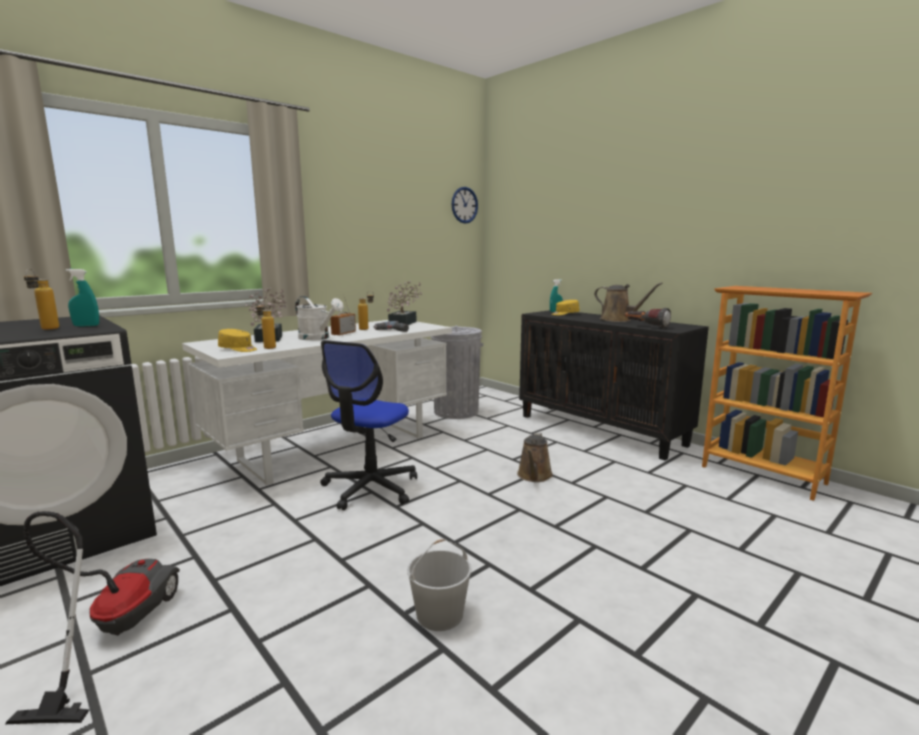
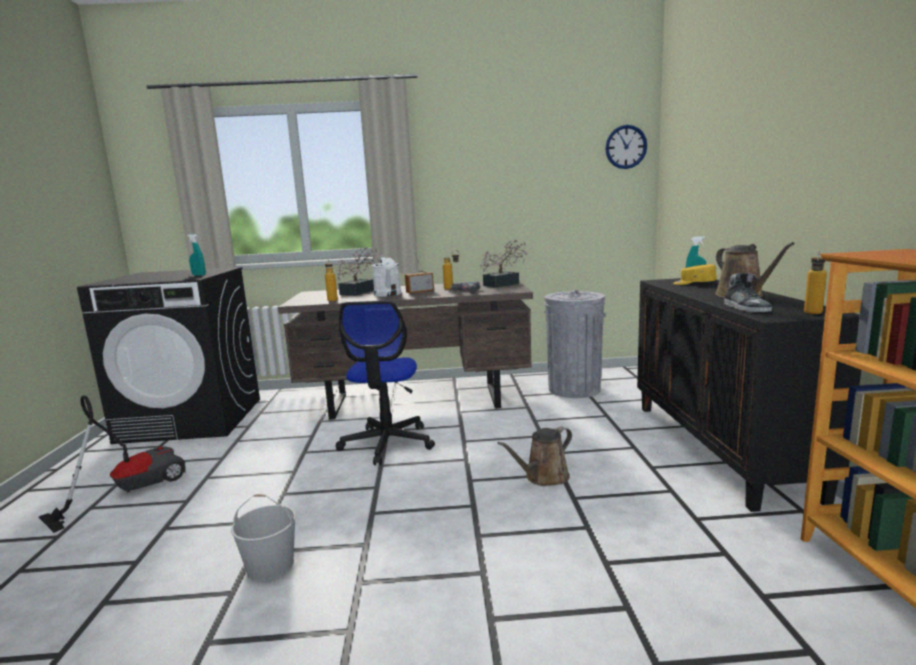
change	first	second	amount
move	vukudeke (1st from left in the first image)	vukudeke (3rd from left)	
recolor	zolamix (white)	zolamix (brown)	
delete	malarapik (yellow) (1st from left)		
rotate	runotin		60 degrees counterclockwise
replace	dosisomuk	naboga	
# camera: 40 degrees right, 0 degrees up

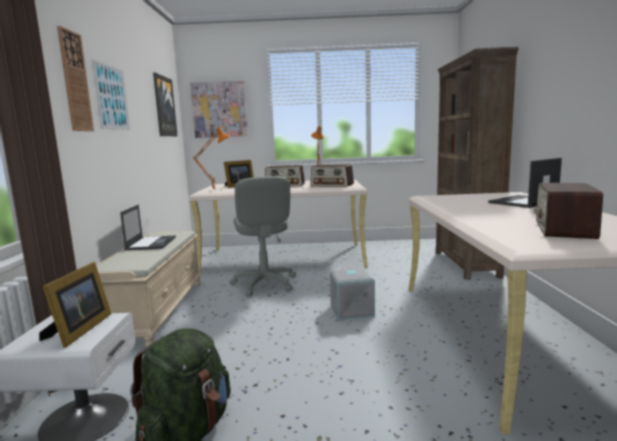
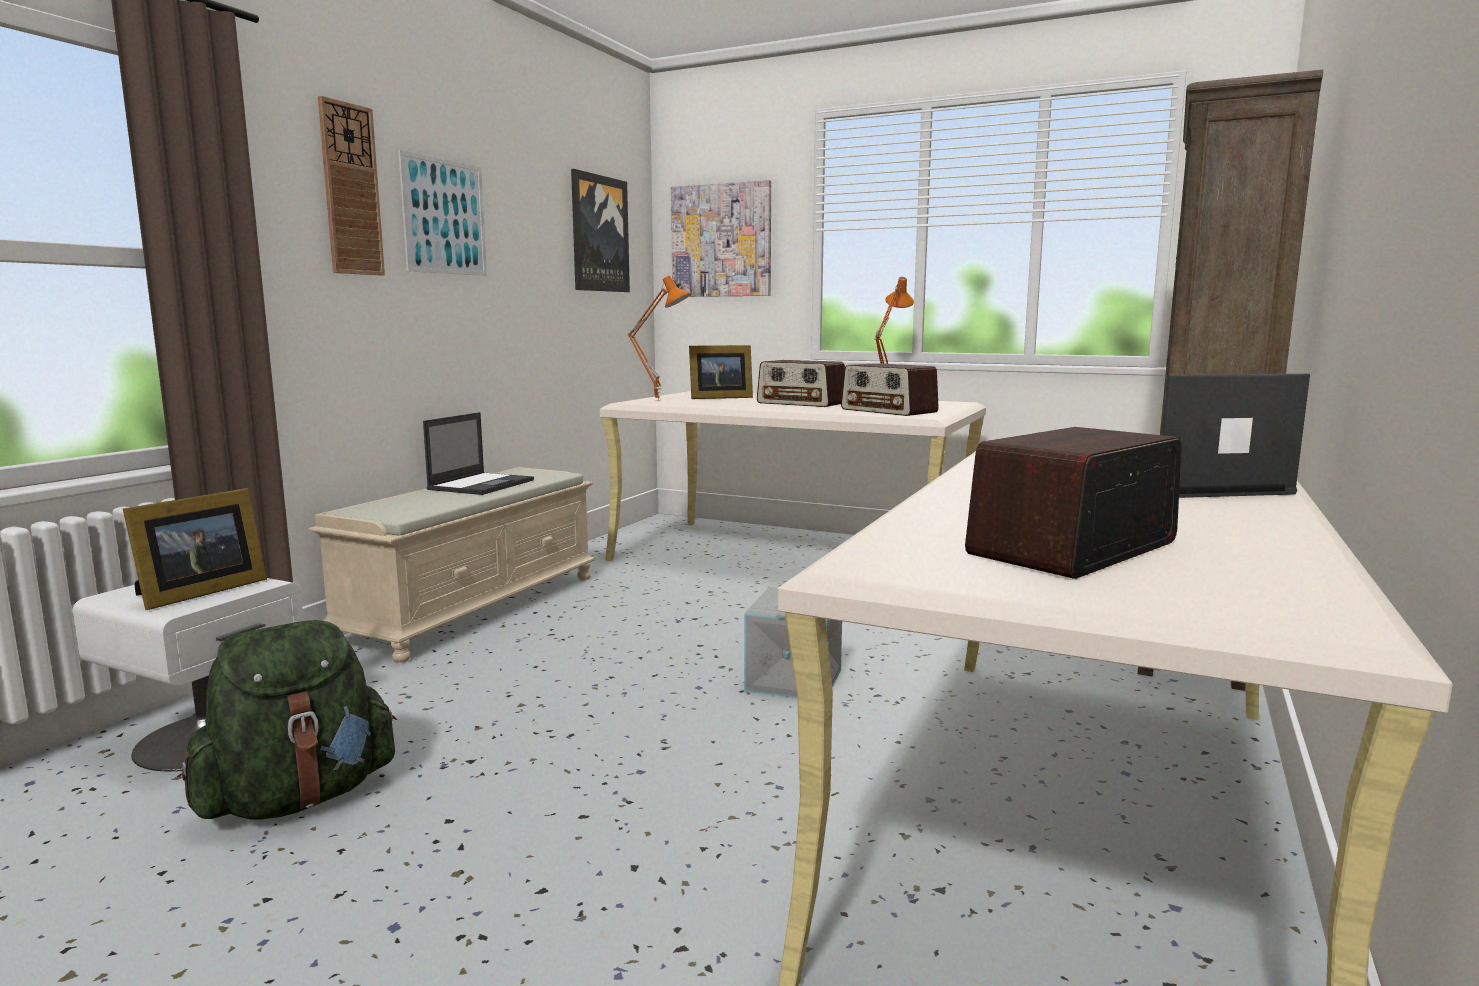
change	first	second	amount
delete	runotin (grey)		
# camera: 25 degrees right, 0 degrees up

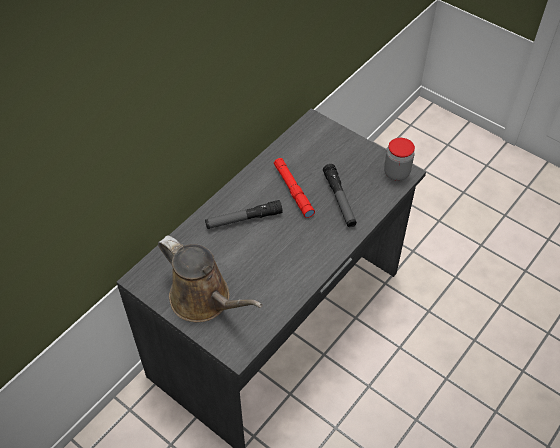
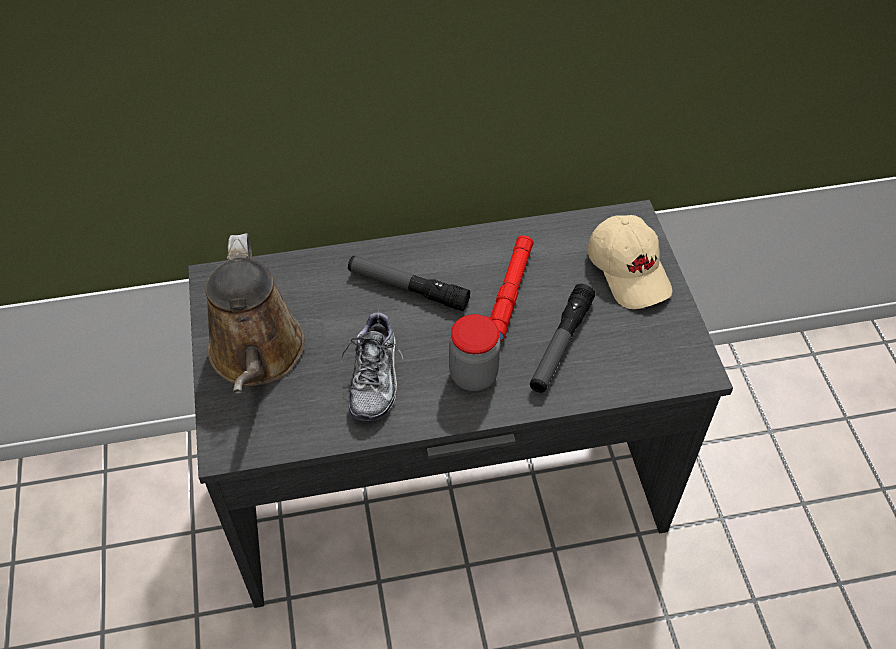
change	first	second	amount
move	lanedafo		
insert		naboga	
insert		malarapik (beige)	
# camera: 40 degrees right, 0 degrees up

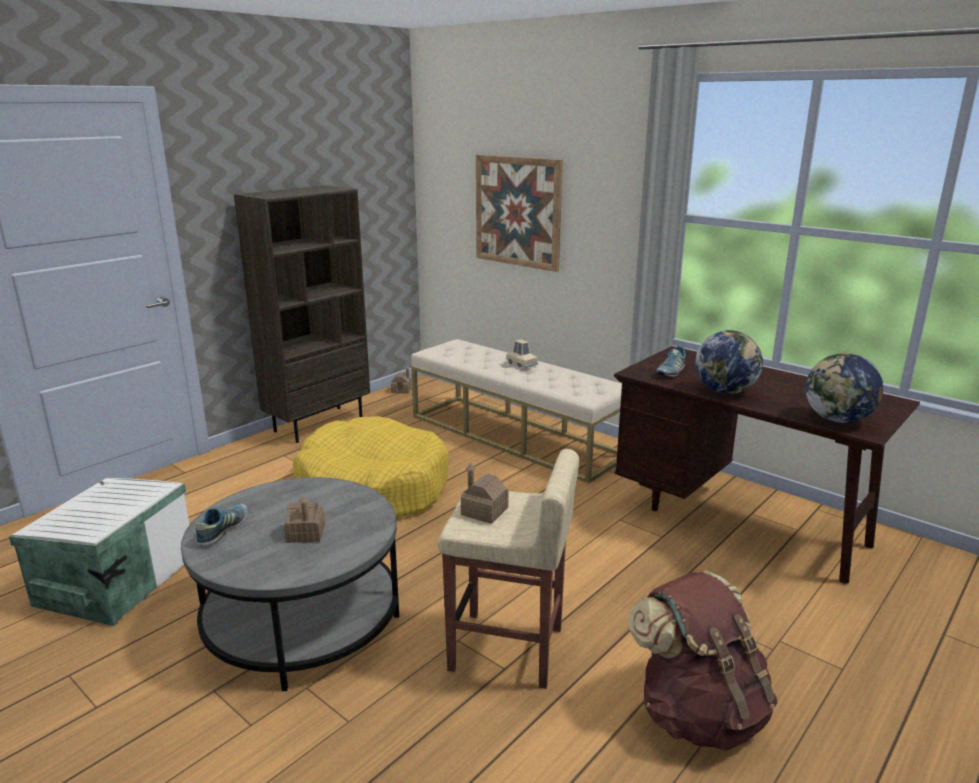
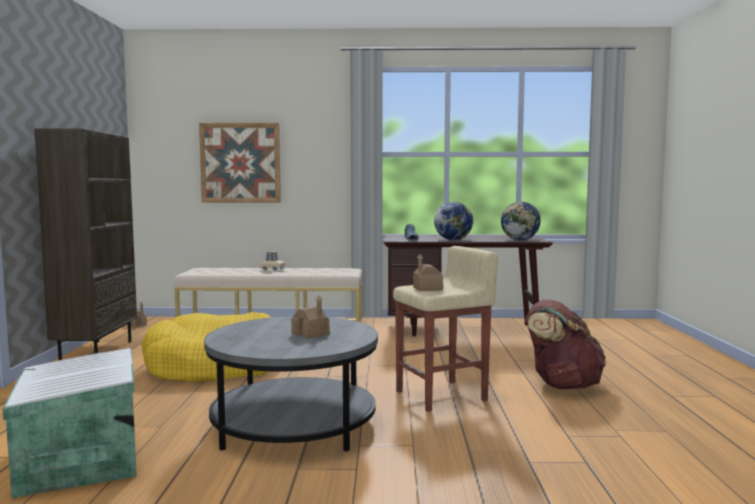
change	first	second	amount
delete	naboga (1st from left)		
# camera: 40 degrees left, 15 degrees down

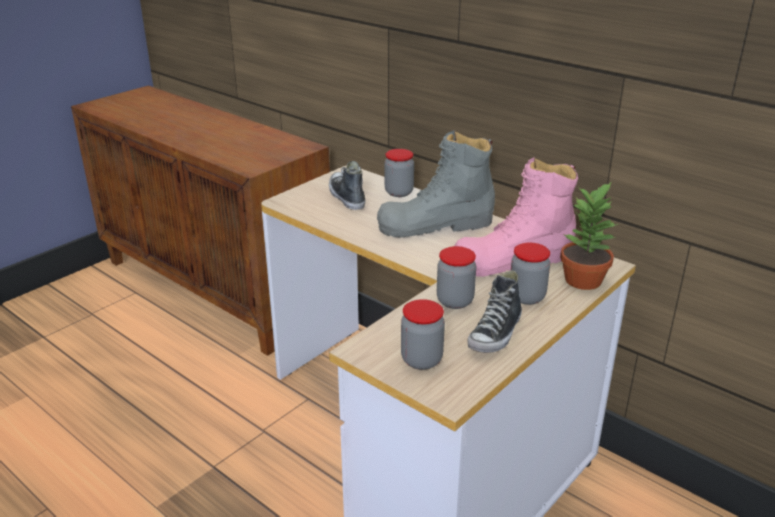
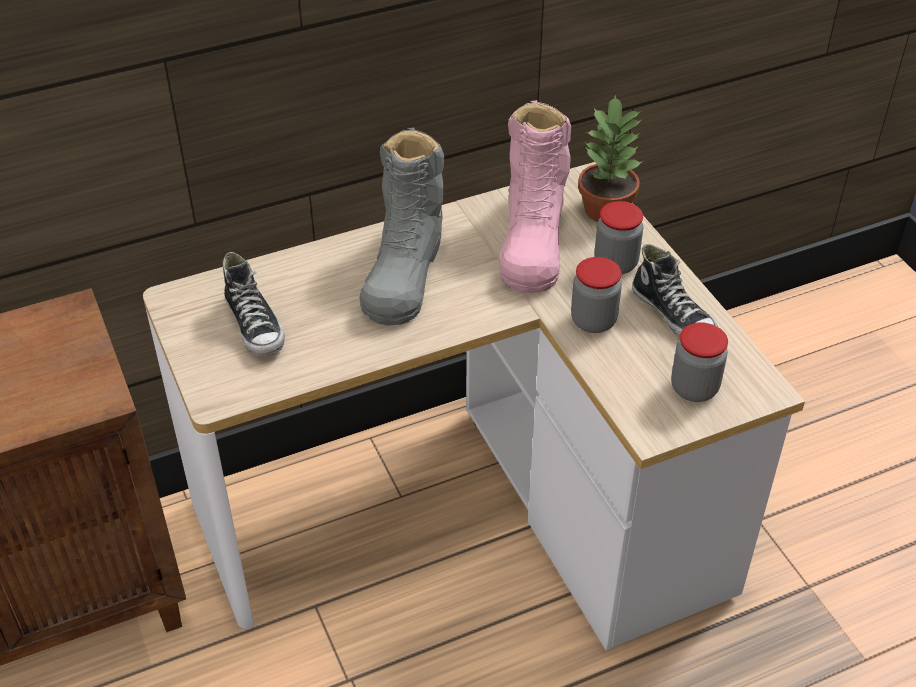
change	first	second	amount
rotate	naboga (1st from left)		120 degrees counterclockwise
delete	lanedafo (1st from left)		
# camera: 65 degrees left, 15 degrees up

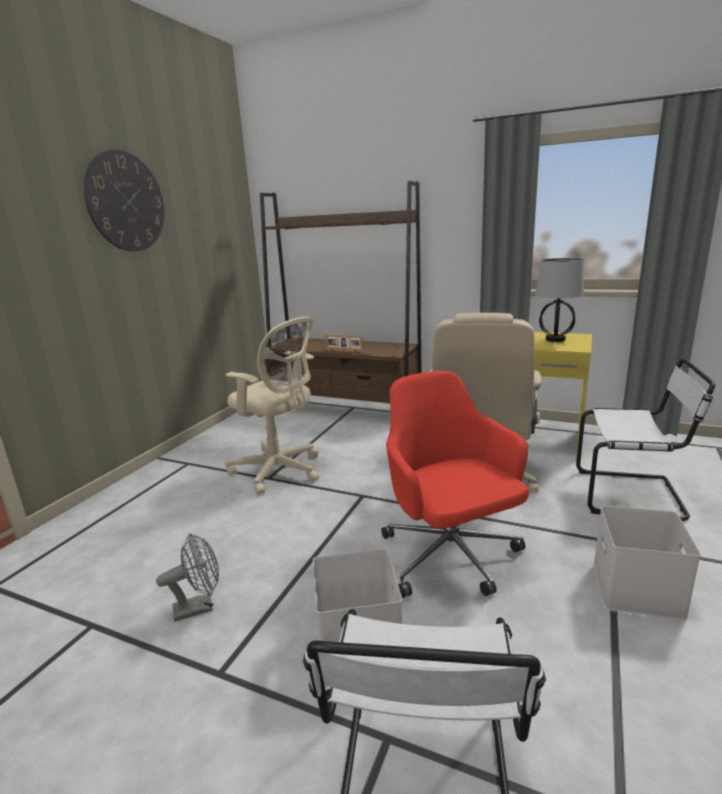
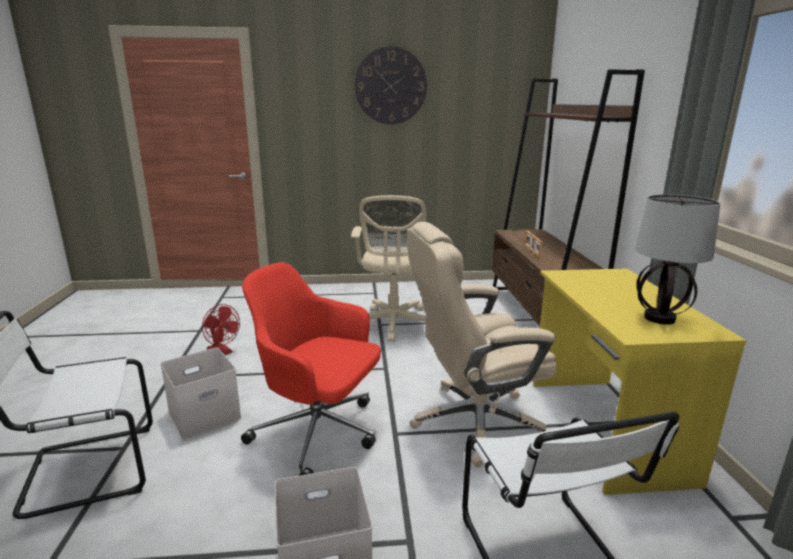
change	first	second	amount
recolor	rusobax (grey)	rusobax (red)	
rotate	runotin (red)		105 degrees counterclockwise
# camera: 60 degrees right, 0 degrees up

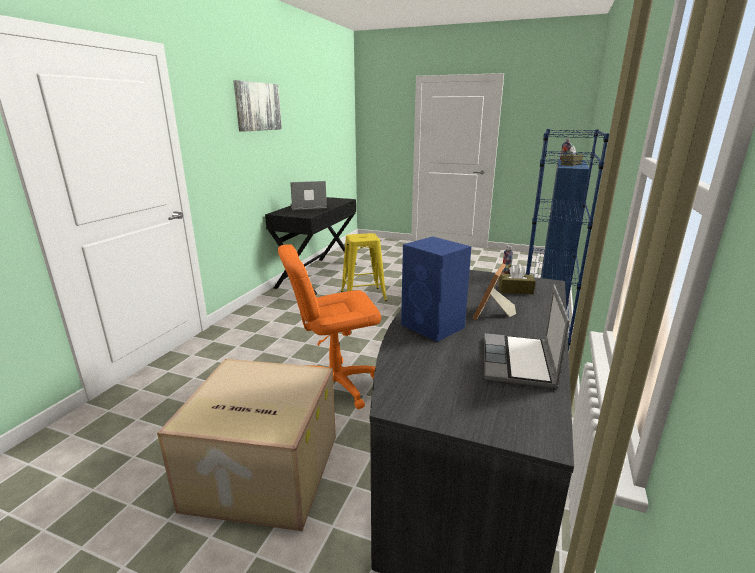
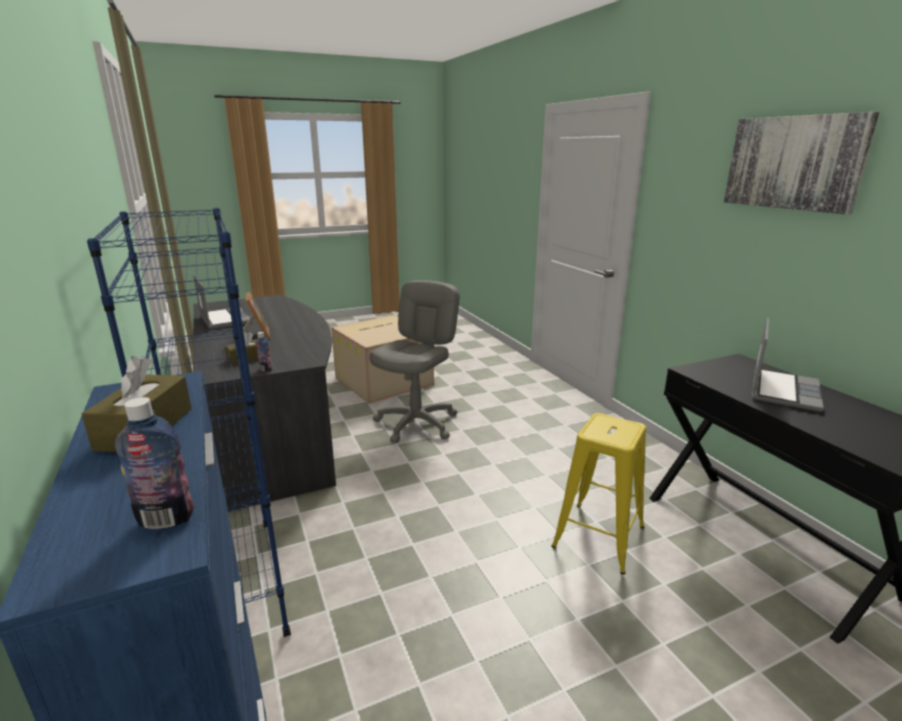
change	first	second	amount
recolor	runotin (orange)	runotin (grey)	
delete	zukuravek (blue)		
# camera: 135 degrees right, 0 degrees up

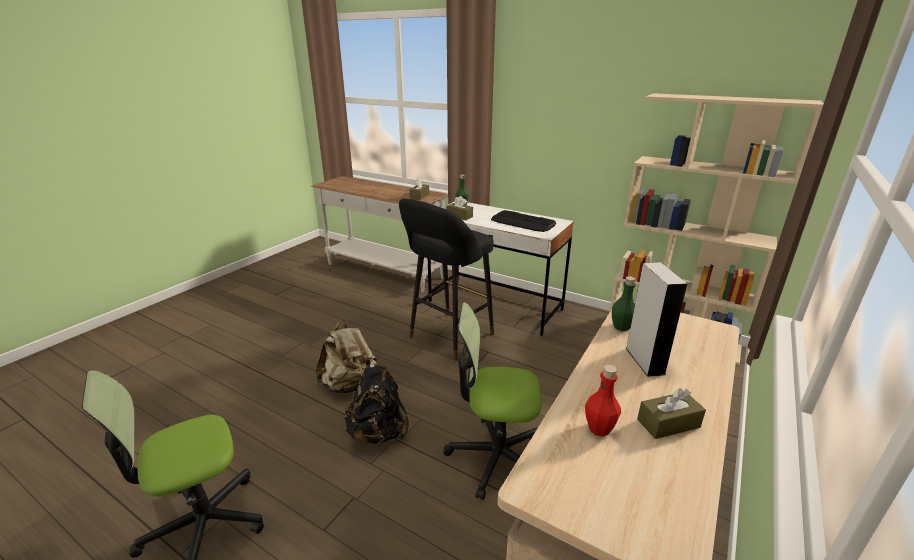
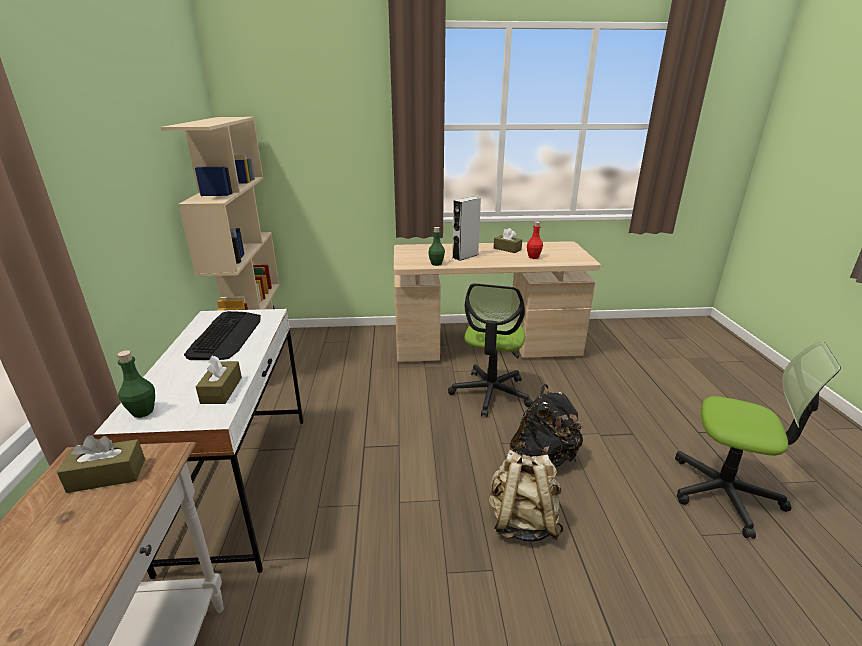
change	first	second	amount
delete	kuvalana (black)		
rotate	runotin (2nd from left in the first image)	runotin (1st from left)	45 degrees clockwise
# camera: 125 degrees left, 0 degrees up

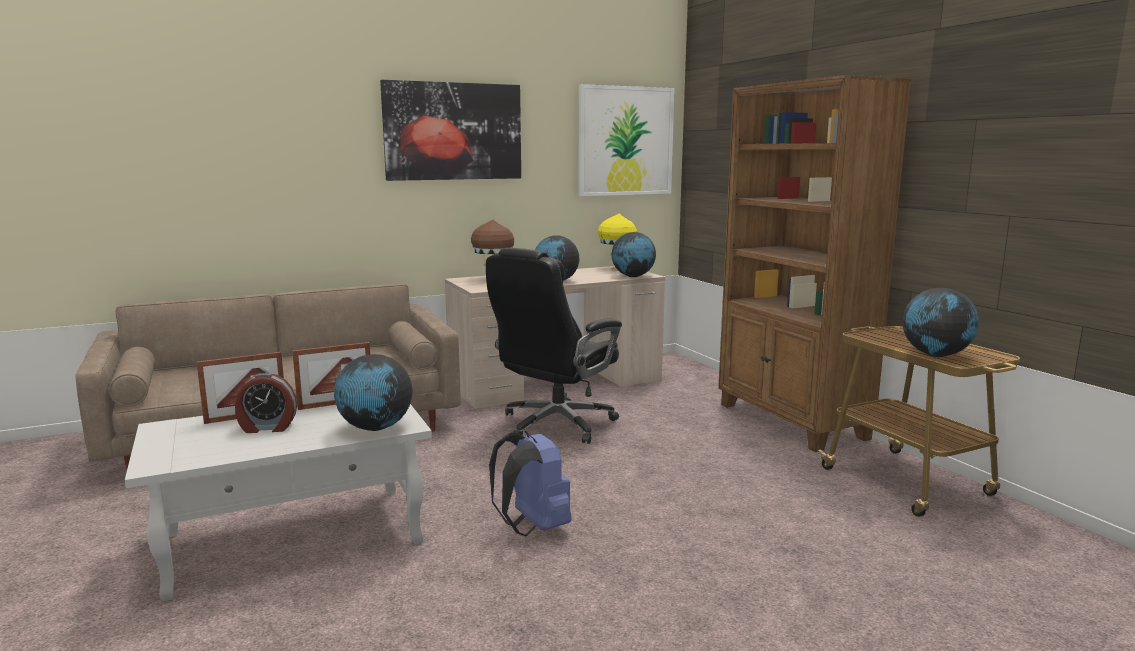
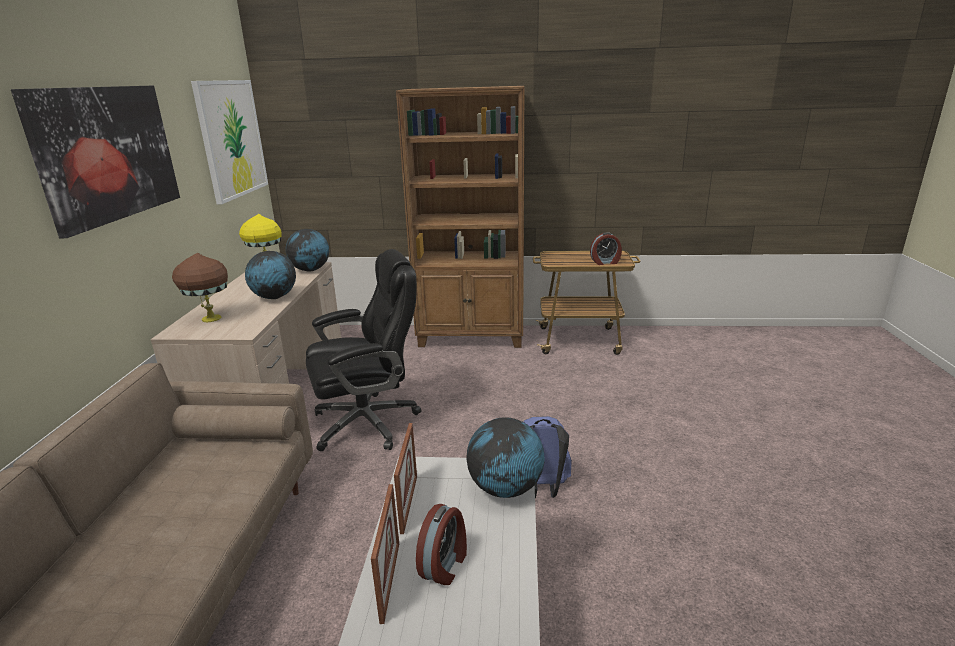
change	first	second	amount
rotate	runotin (black)		90 degrees counterclockwise
replace	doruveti (4th from left)	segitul (2nd from left)	
# camera: 60 degrees left, 10 degrees up

